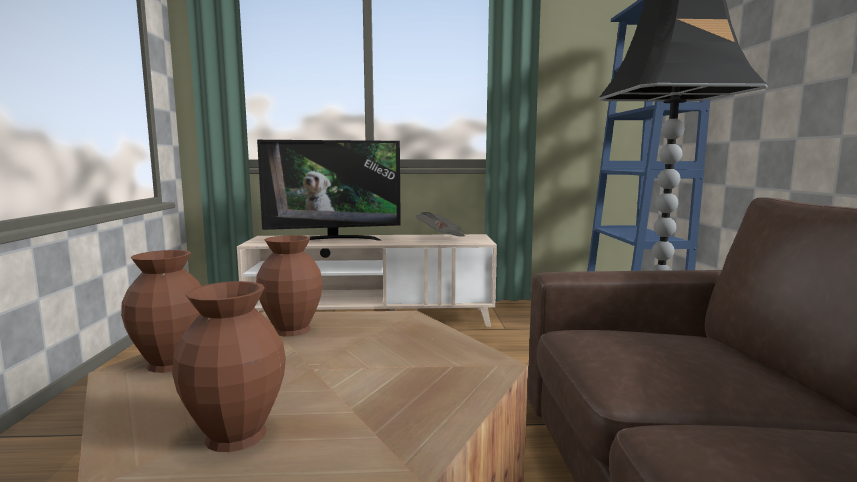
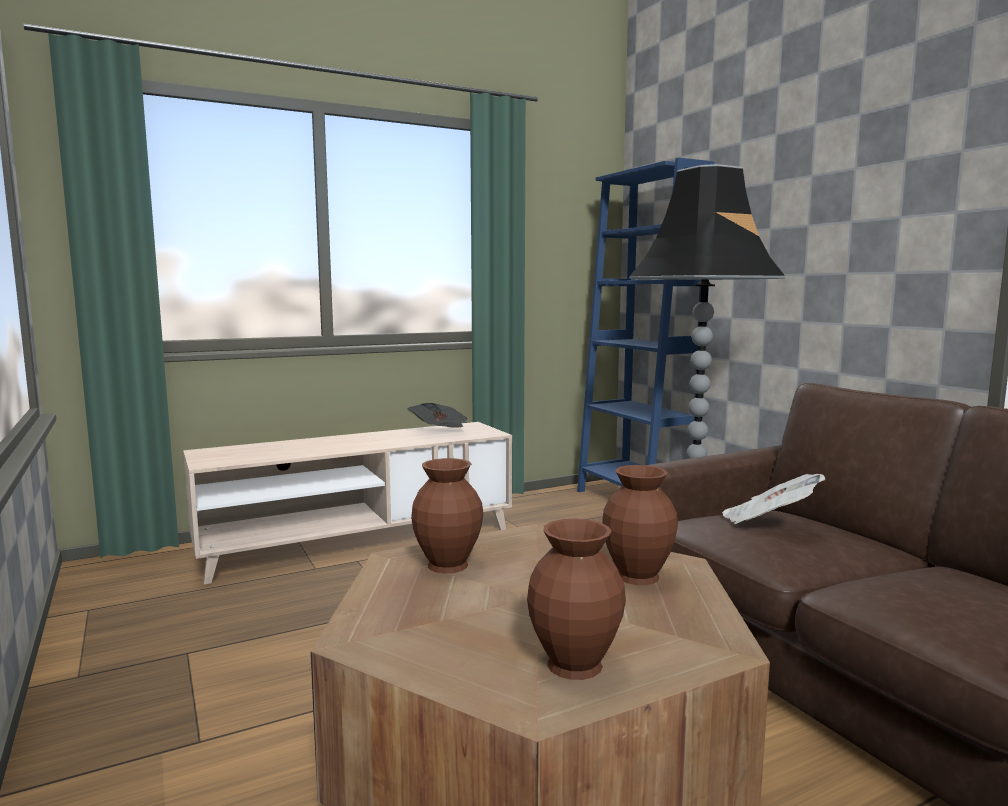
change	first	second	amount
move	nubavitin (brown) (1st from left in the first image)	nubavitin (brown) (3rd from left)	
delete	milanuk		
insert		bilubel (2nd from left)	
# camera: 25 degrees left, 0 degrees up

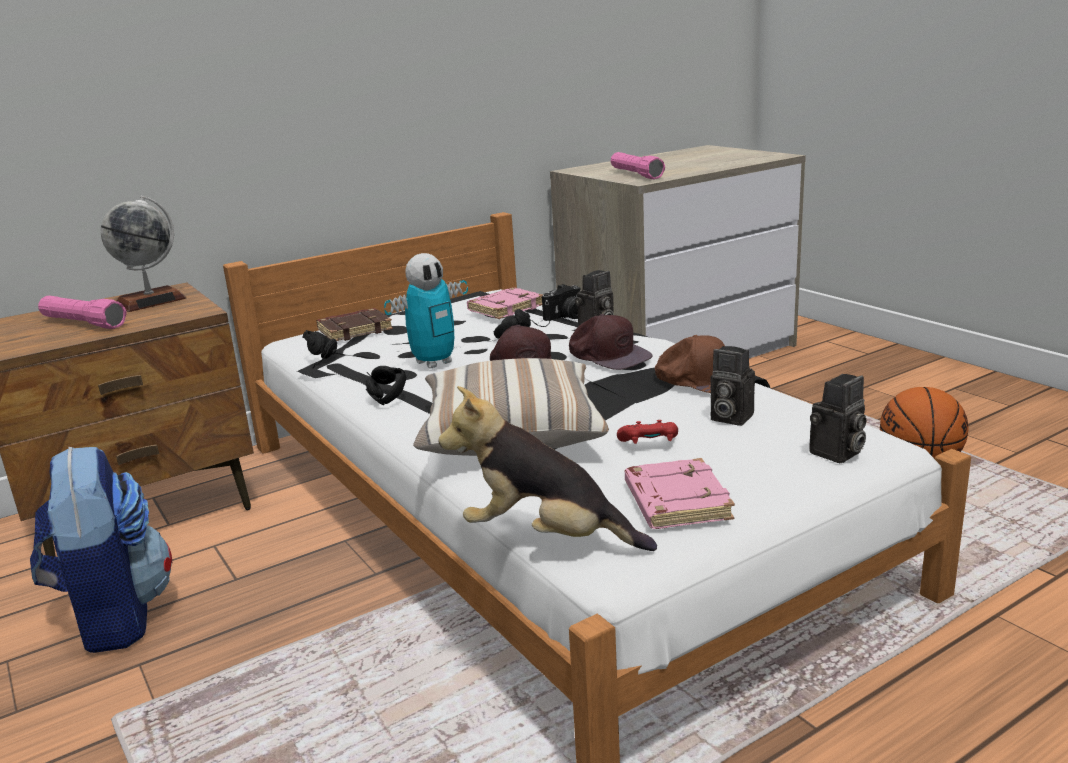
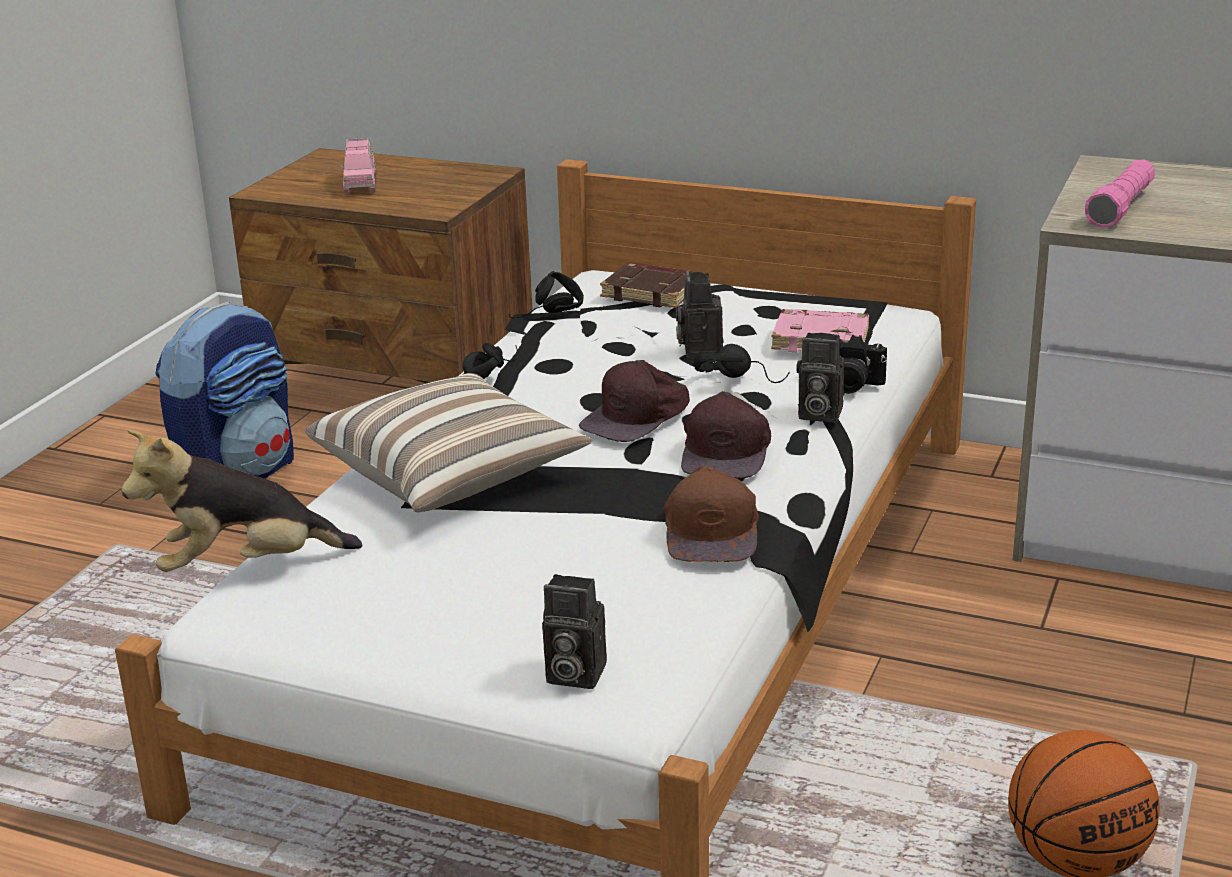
change	first	second	amount
replace	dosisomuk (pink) (1st from left)	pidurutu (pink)	
delete	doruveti		
delete	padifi		
rotate	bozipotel		90 degrees counterclockwise
delete	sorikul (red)		
delete	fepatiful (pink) (2nd from left)		
move	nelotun (3rd from left in the first image)	nelotun (2nd from left)	
# camera: 55 degrees right, 5 degrees up

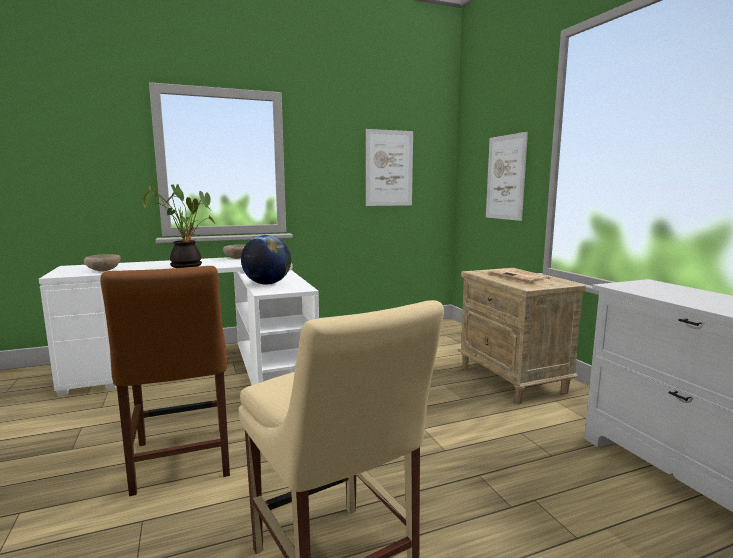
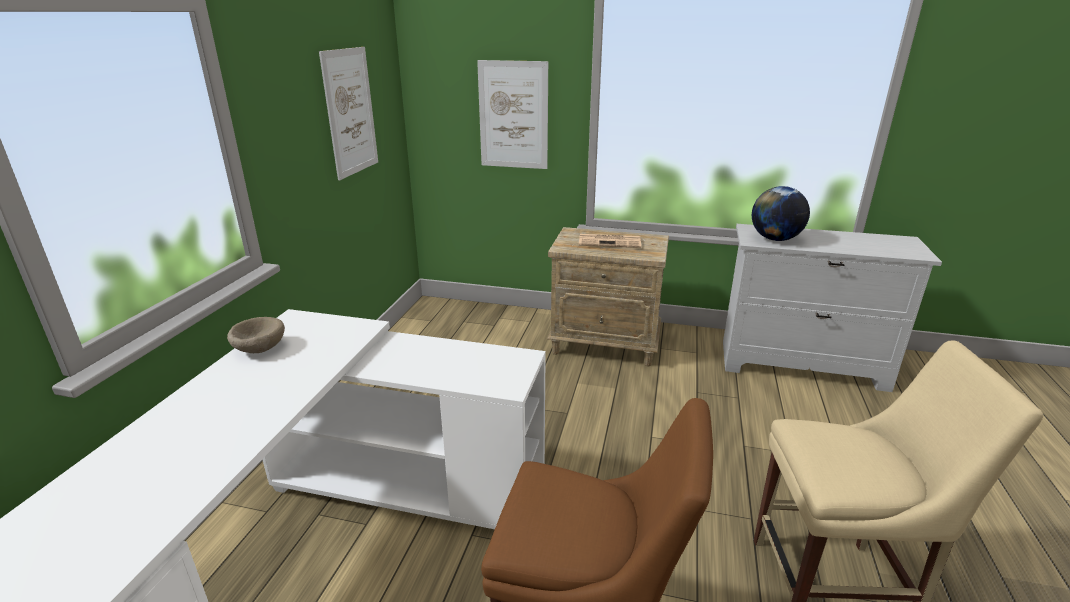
change	first	second	amount
delete	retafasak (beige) (1st from left)		
delete	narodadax		
move	doruveti		
# camera: 55 degrees left, 15 degrees up

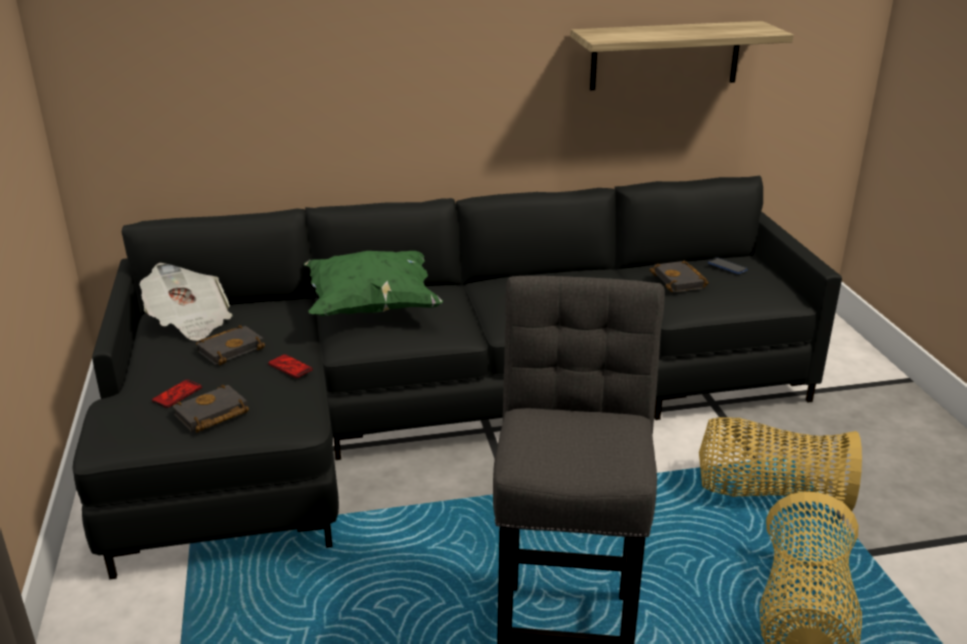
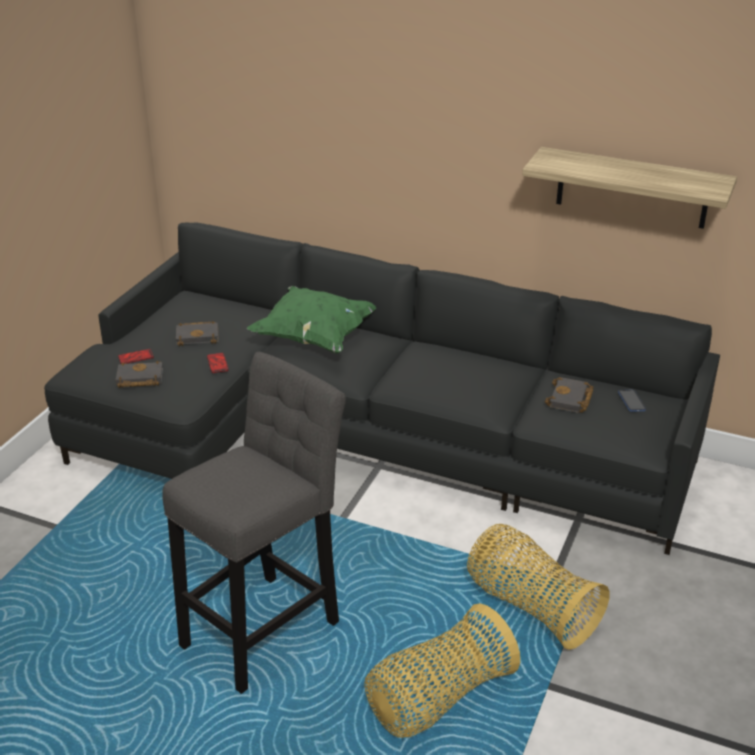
change	first	second	amount
delete	bilubel		
# camera: 35 degrees right, 5 degrees up

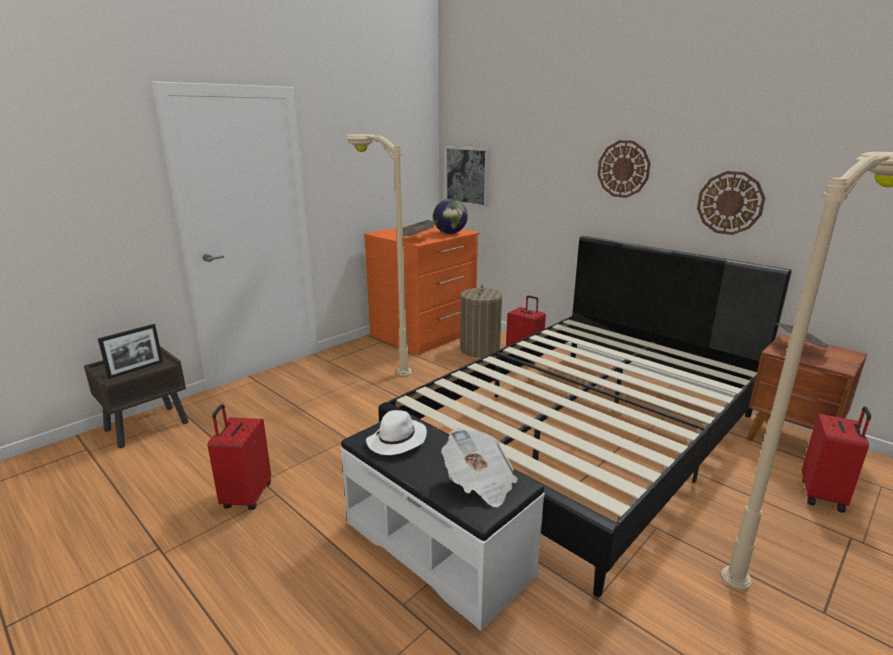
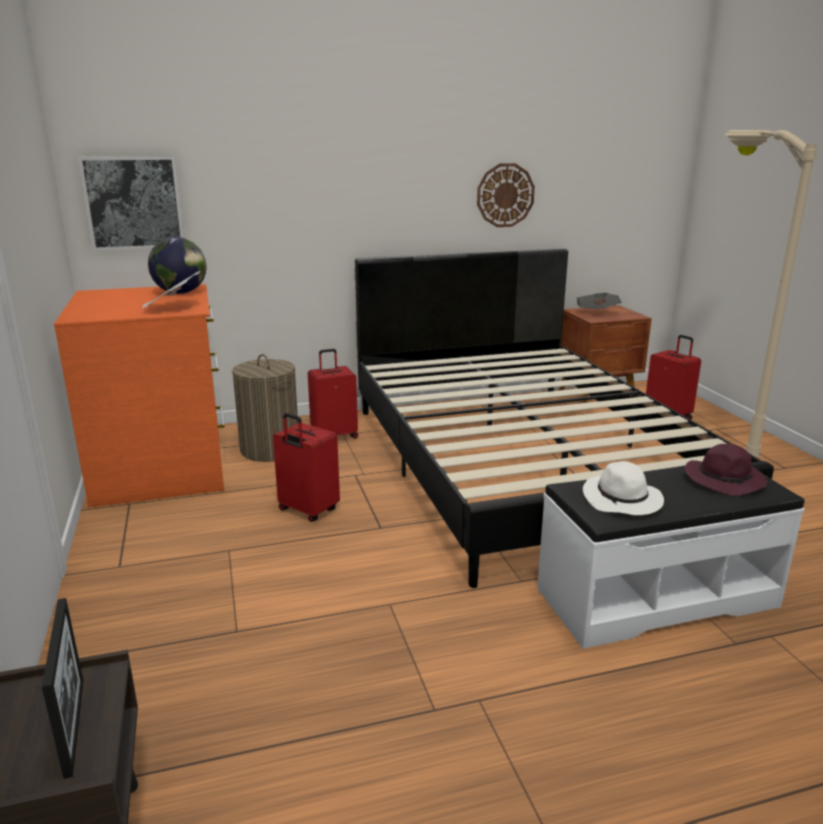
change	first	second	amount
move	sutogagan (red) (1st from left)		
delete	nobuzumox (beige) (1st from left)		
replace	bilubel (2nd from left)	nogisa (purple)	
delete	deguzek (1st from left)		
# camera: 60 degrees left, 0 degrees up

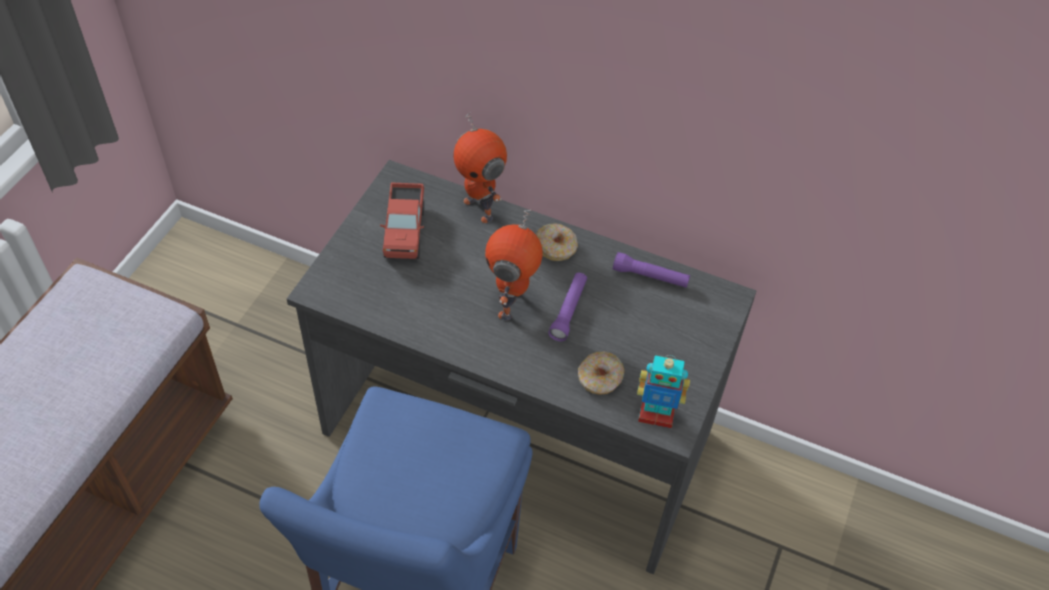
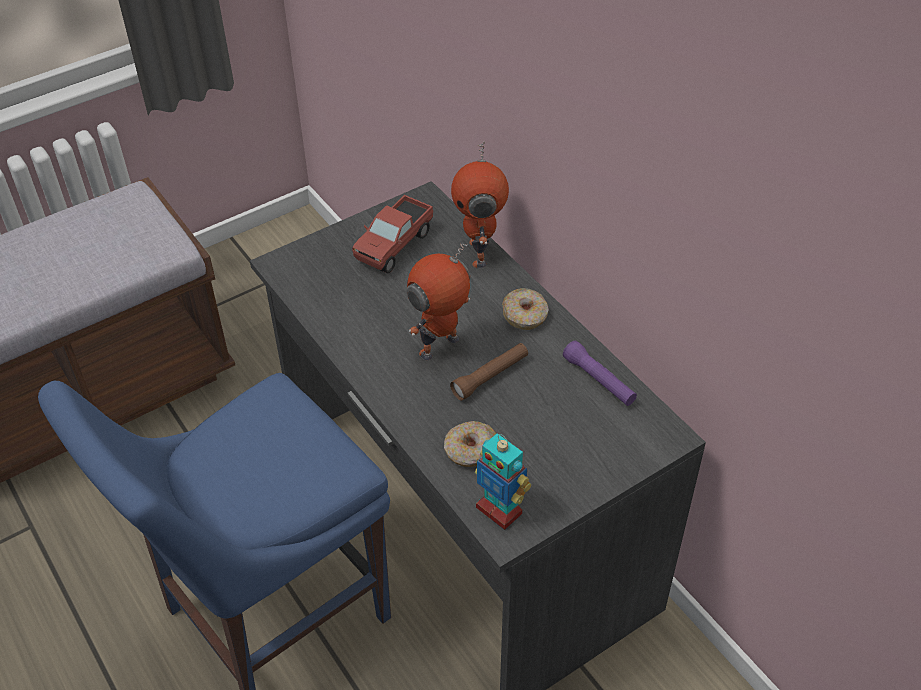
change	first	second	amount
recolor	dosisomuk (purple) (1st from left)	dosisomuk (brown)	
# camera: 35 degrees right, 5 degrees down

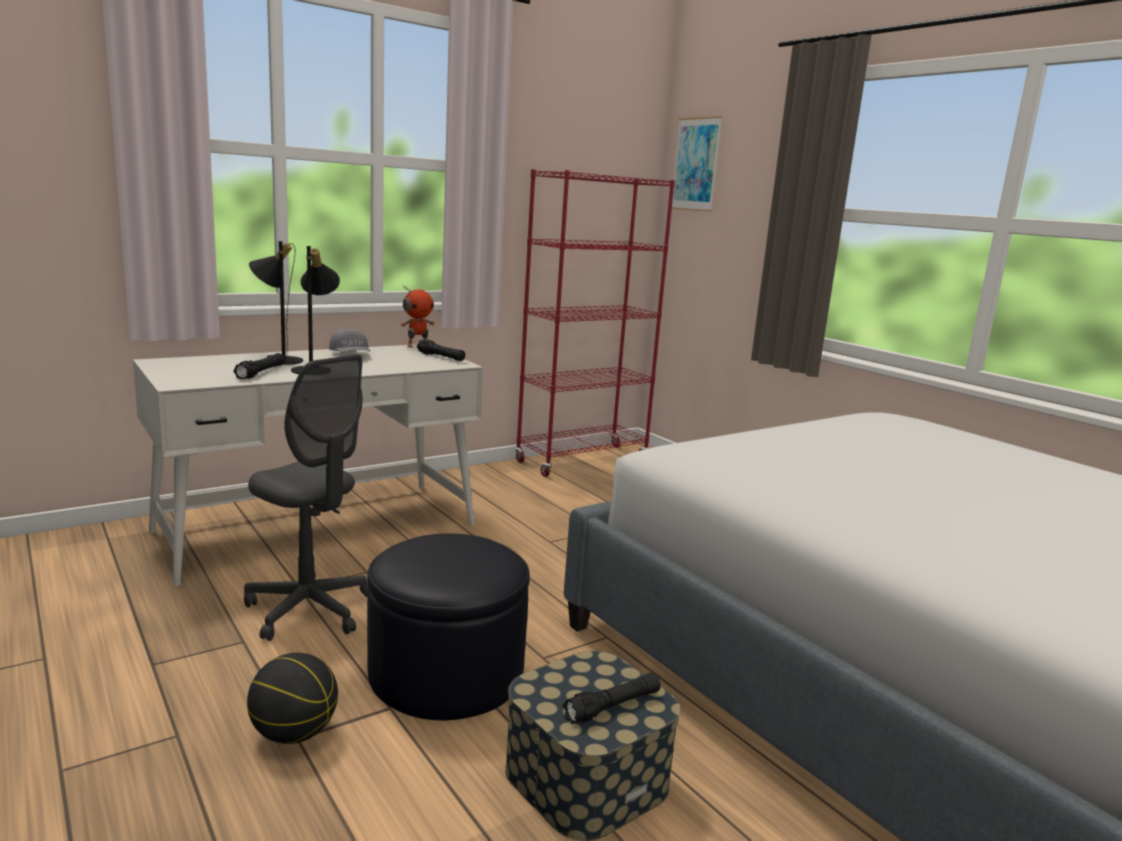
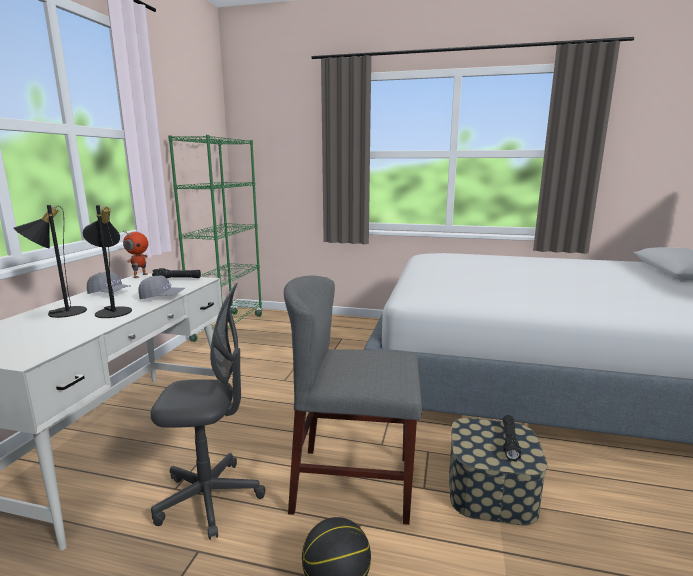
change	first	second	amount
delete	dosisomuk (black) (1st from left)		
replace	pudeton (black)	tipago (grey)	
recolor	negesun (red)	negesun (green)	
delete	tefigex		
insert		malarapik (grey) (2nd from left)	
# camera: 40 degrees left, 0 degrees up

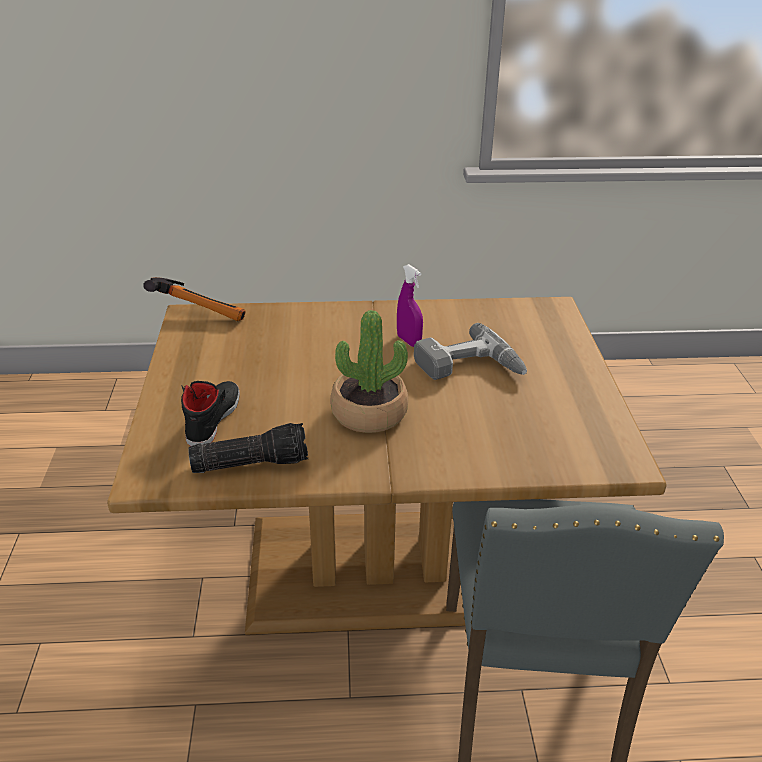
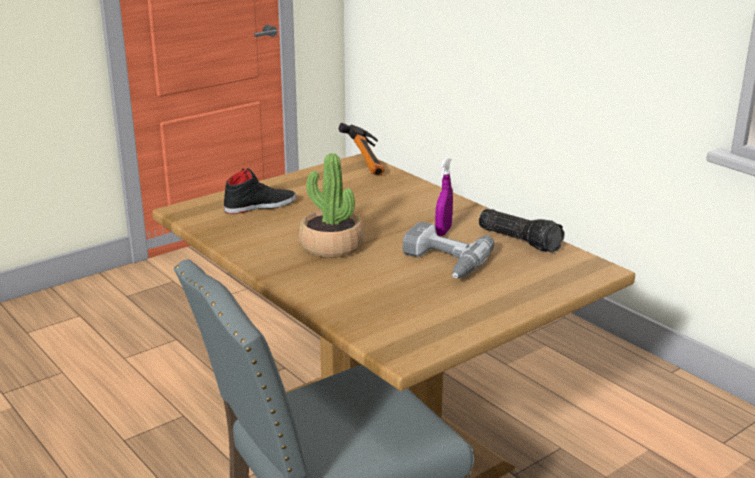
change	first	second	amount
move	dosisomuk		
# camera: 55 degrees right, 10 degrees down

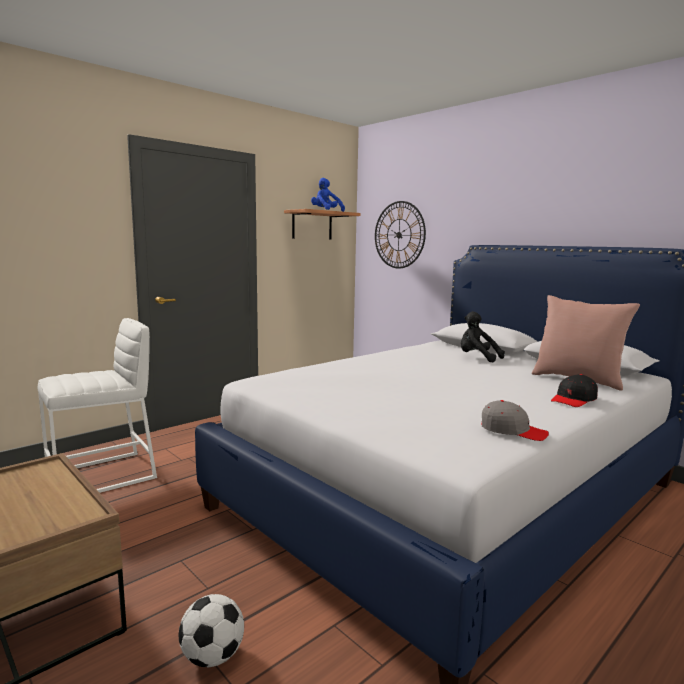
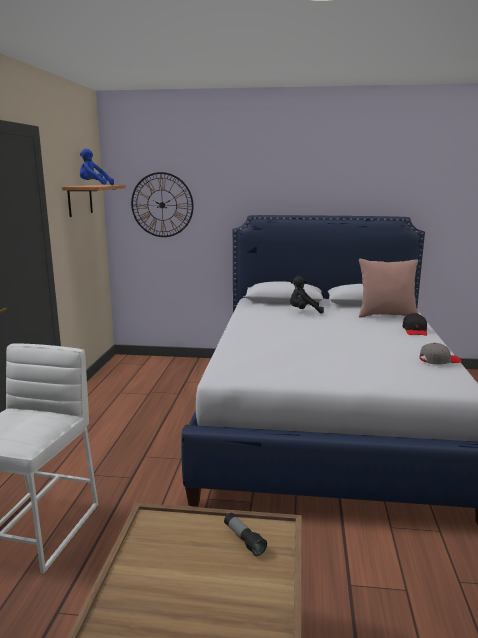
change	first	second	amount
delete	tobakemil		
insert		dosisomuk	
# camera: 40 degrees left, 5 degrees up

